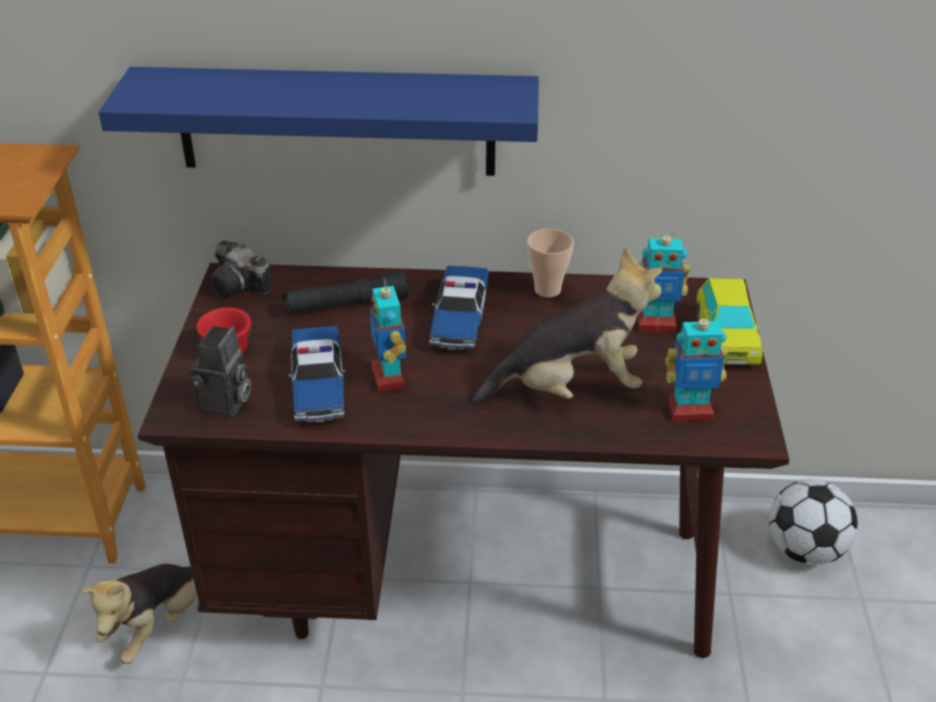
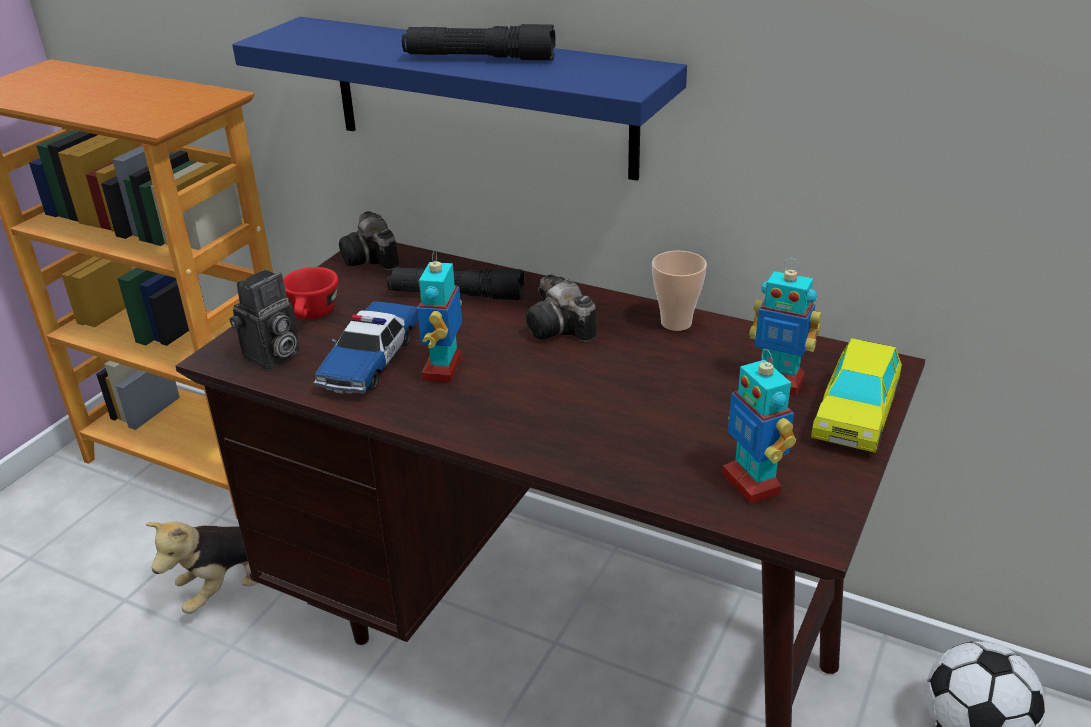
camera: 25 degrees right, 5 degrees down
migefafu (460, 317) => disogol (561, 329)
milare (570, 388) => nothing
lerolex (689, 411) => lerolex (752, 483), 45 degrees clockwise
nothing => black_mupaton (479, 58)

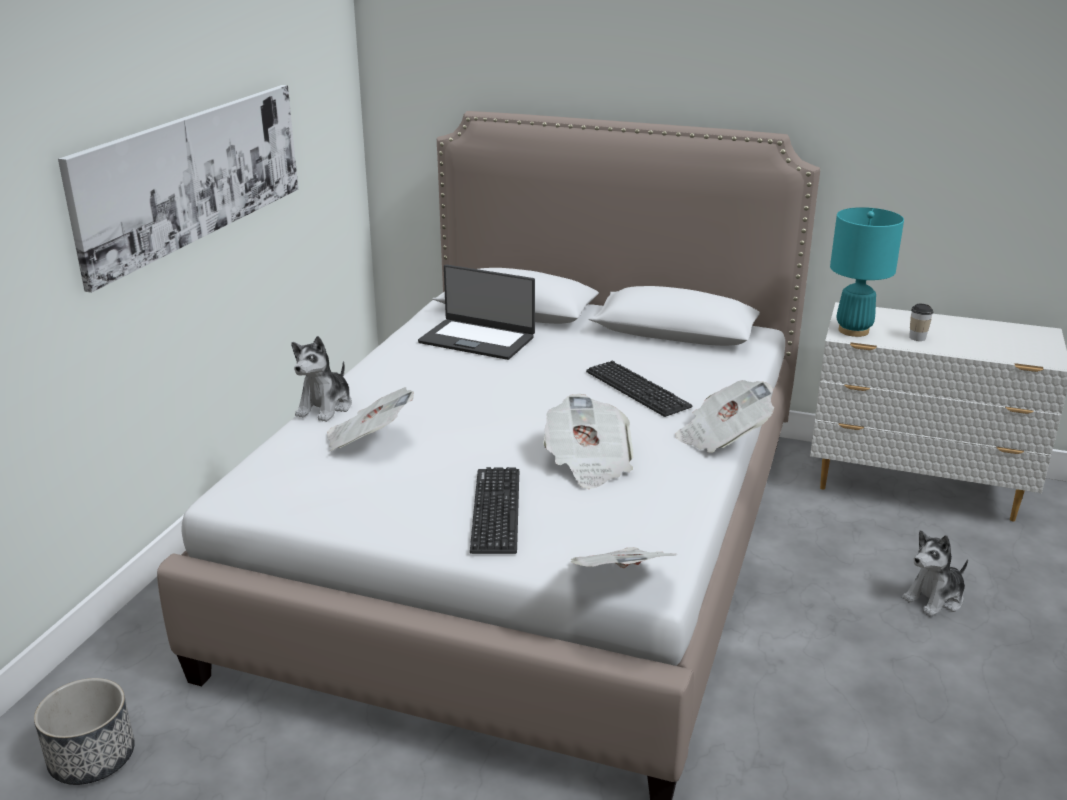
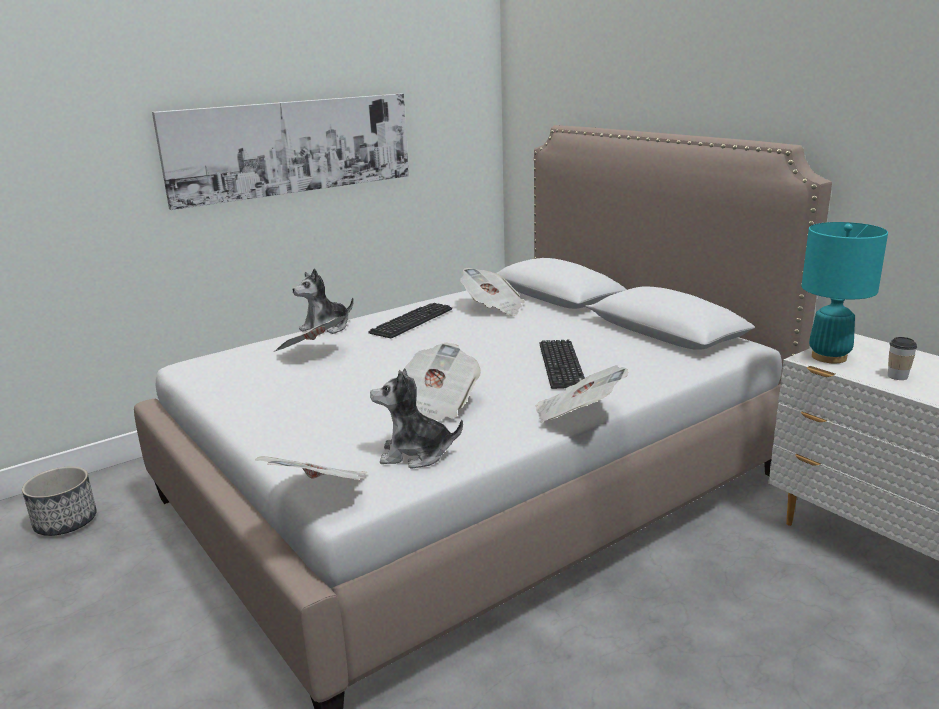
camera: 35 degrees right, 5 degrees down
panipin (477, 339) => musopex (493, 308)
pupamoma (496, 510) => pupamoma (412, 321), relocated
milare (935, 598) => milare (415, 454), relocated

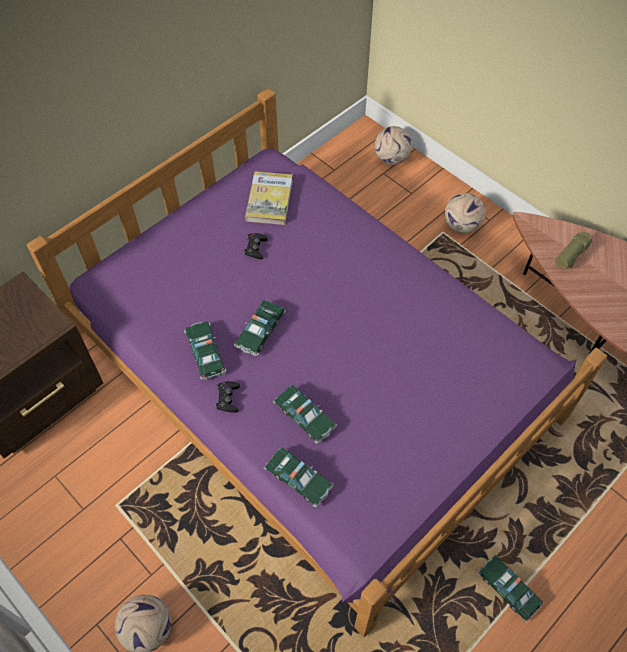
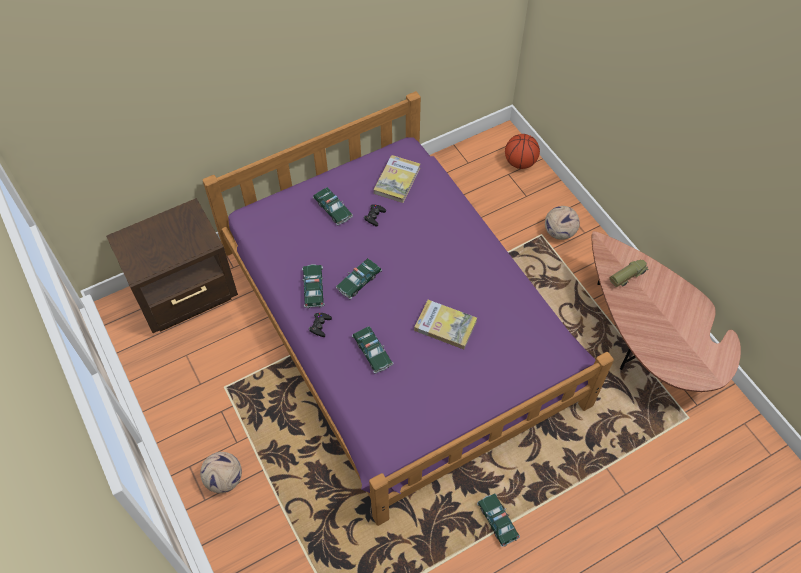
camera: 15 degrees right, 0 degrees up
migefafu (298, 479) => migefafu (333, 209), relocated
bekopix (392, 158) => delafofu (520, 162)
nothing => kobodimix (445, 326)

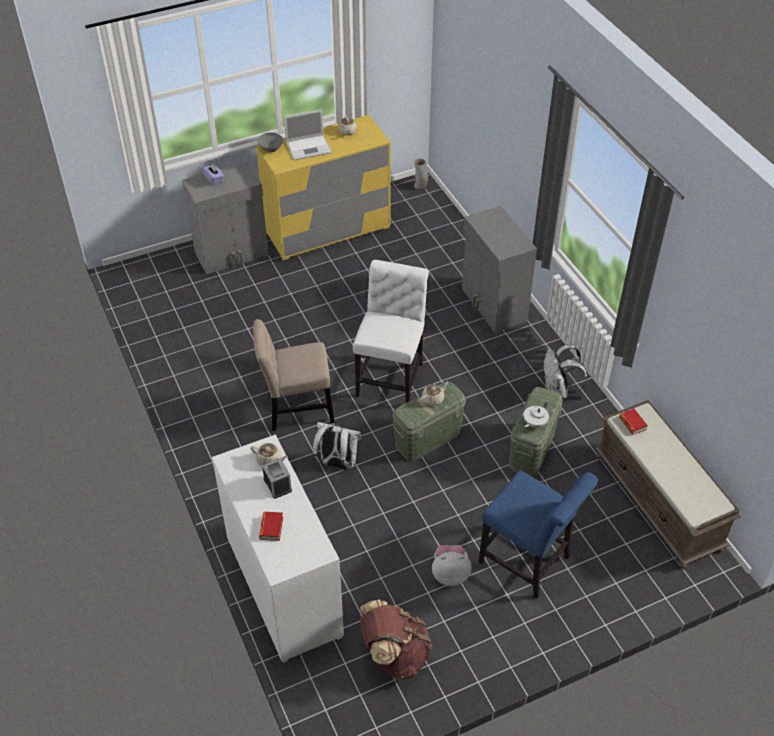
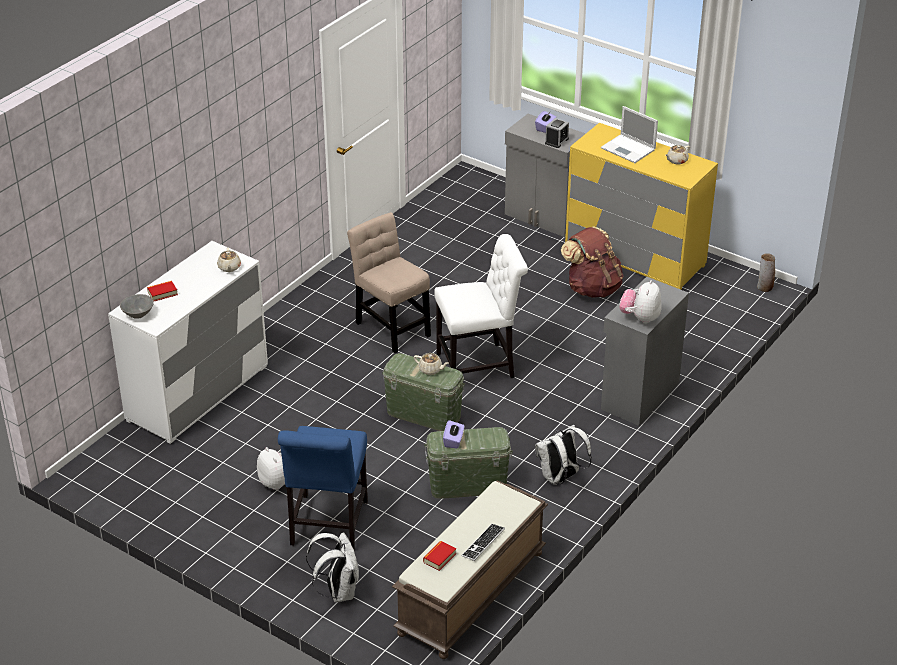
camera: 60 degrees right, 10 degrees down
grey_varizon (271, 149) => grey_varizon (138, 314), relocated
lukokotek (277, 485) => lukokotek (556, 141), relocated
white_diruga (337, 463) => white_diruga (338, 591), relocated
brown_diruga (394, 655) => brown_diruga (592, 288), relocated
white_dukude (534, 423) => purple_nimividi (453, 441)
kobodimix (632, 423) => kobodimix (439, 558), relocated
nothing => pupamoma (483, 543)
nothing => milare (640, 318)

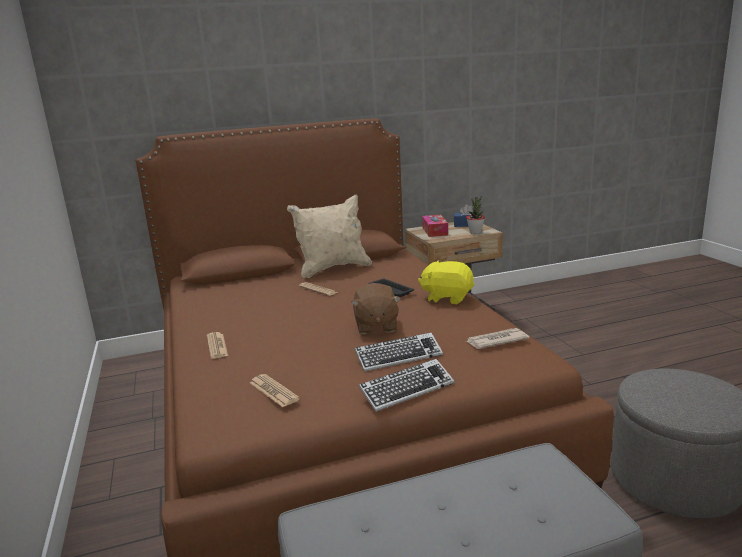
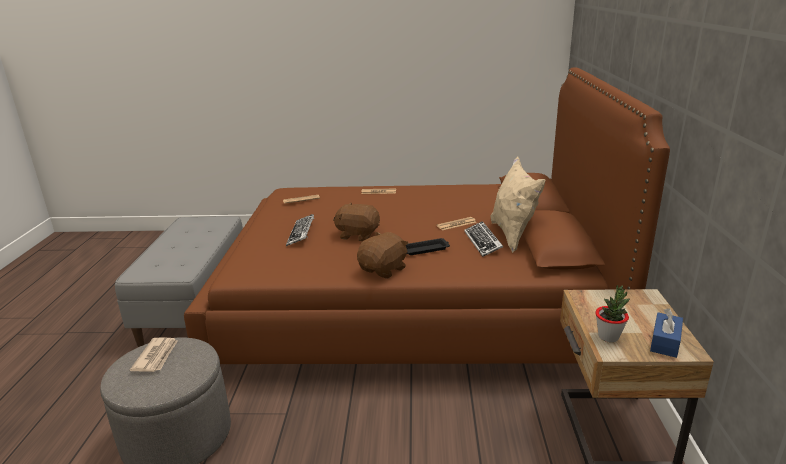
camera: 110 degrees right, 5 degrees up
pupamoma (407, 390) => pupamoma (483, 242), relocated
yellow_milare (447, 297) => brown_milare (384, 269)
nimividi (435, 231) => nothing
musopex (496, 341) => musopex (156, 356), relocated

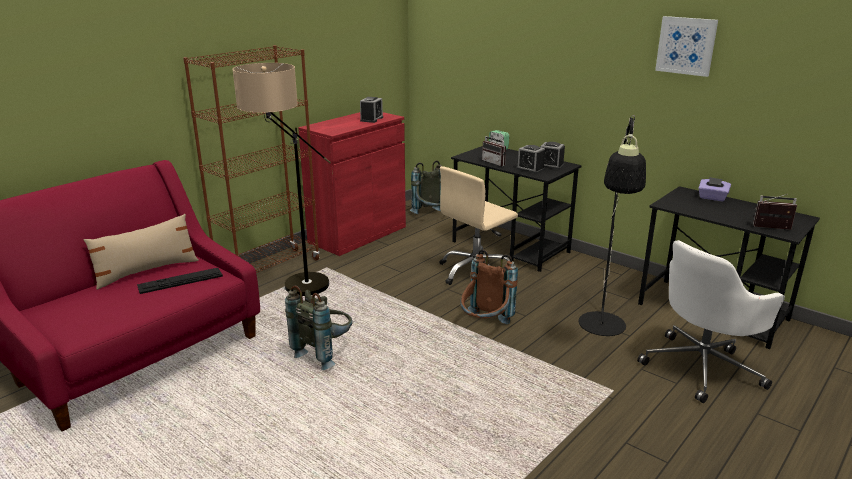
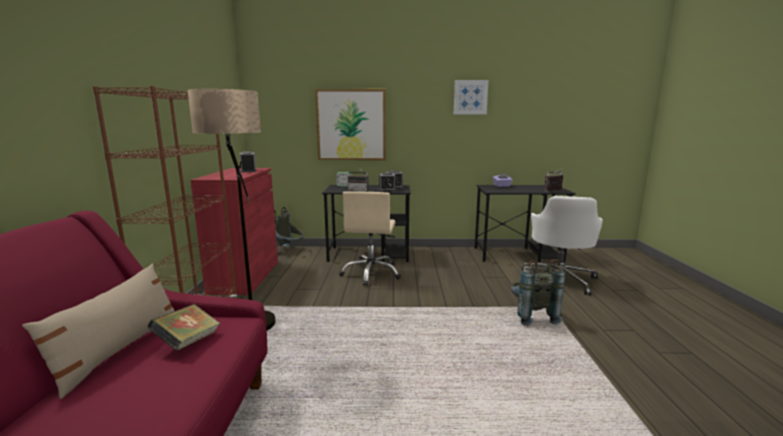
camera: 40 degrees left, 10 degrees down
pupamoma (180, 280) => kobodimix (188, 342)
grey_diruga (324, 353) => grey_diruga (531, 315), relocated
brown_diruga (485, 326) => nothing
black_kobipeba (602, 330) => nothing
nothing => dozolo (351, 125)

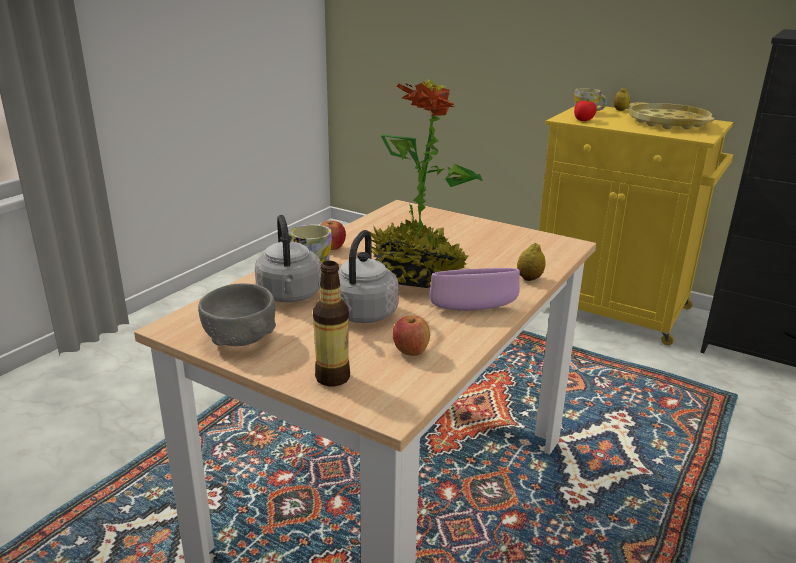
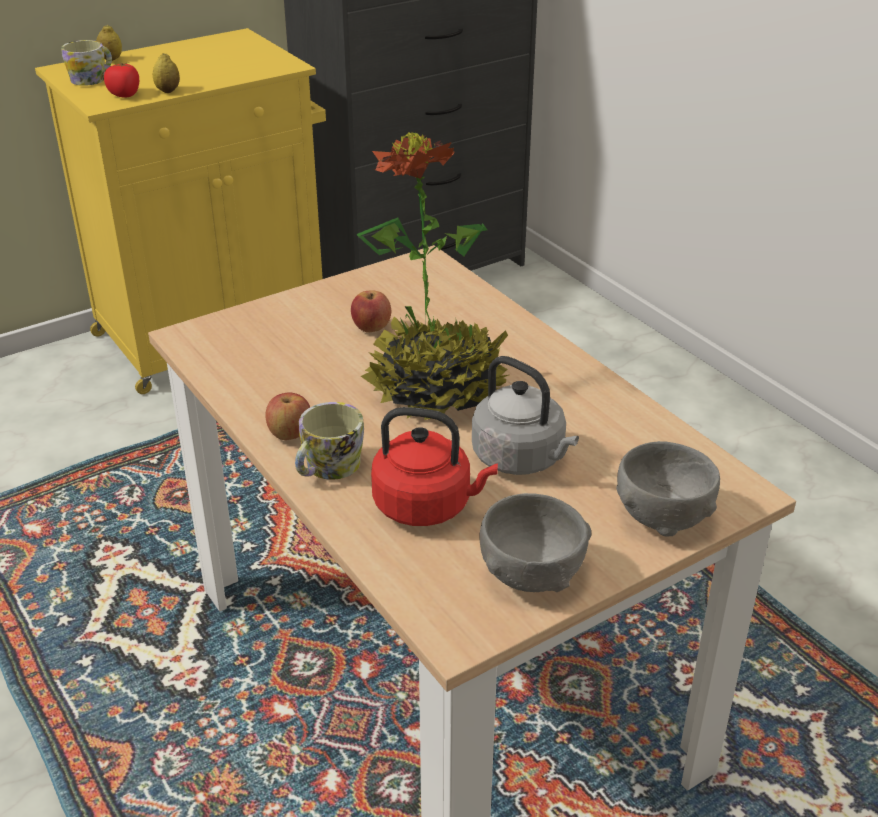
camera: 65 degrees left, 10 degrees up
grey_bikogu (290, 296) => red_bikogu (427, 506)
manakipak (332, 377) => grey_varizon (662, 516)
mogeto (410, 352) => mogeto (371, 328), relocated
purple_varizon (473, 308) => nothing
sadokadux (529, 278) => sadokadux (168, 91), relocated
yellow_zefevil (668, 123) => nothing

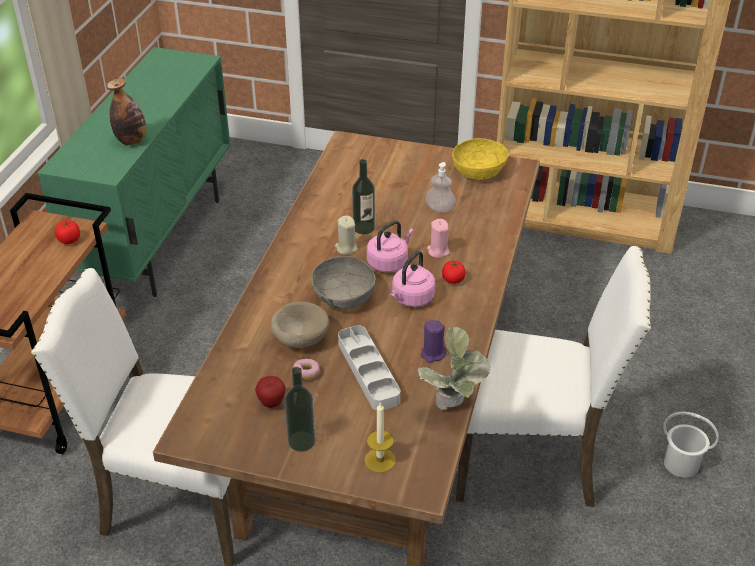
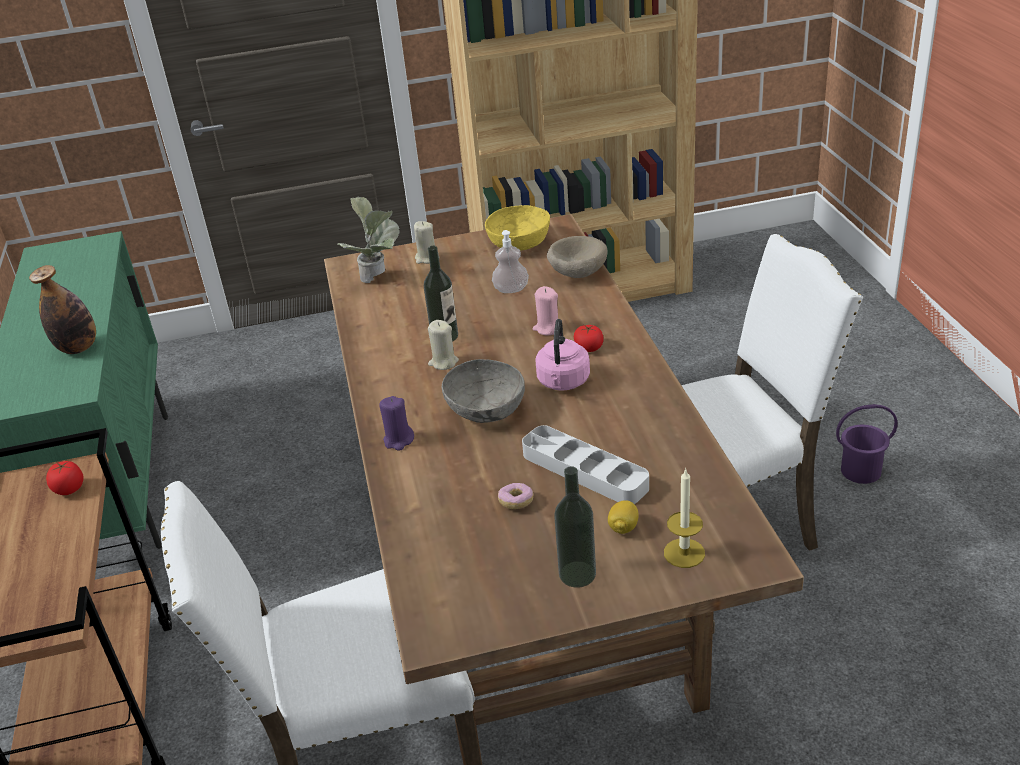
camera: 25 degrees left, 5 degrees down
mogeto (271, 403) => nothing
beige_varizon (299, 338) => beige_varizon (577, 273), relocated
pink_bikogu (389, 262) => nothing
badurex (453, 408) => badurex (378, 279), relocated
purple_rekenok (433, 354) => purple_rekenok (398, 440), relocated
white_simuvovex (681, 463) => purple_simuvovex (860, 470)
nothing => beige_rekenok (427, 258)
nothing => sadokadux (623, 528)

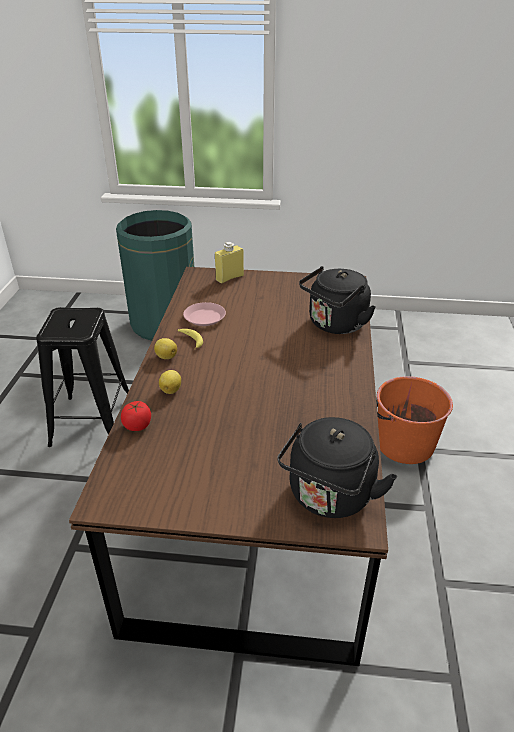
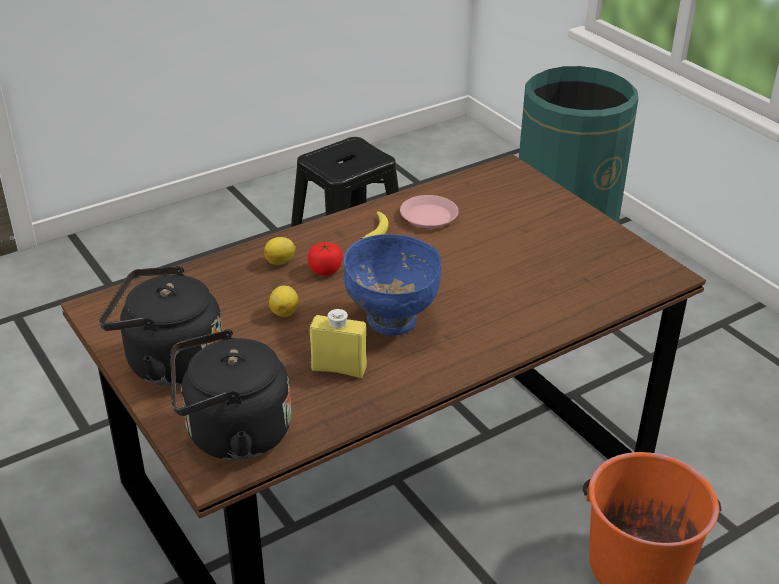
camera: 50 degrees right, 0 degrees up
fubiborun (137, 425) => fubiborun (325, 270), relocated
sadokadux (166, 356) => sadokadux (285, 312), relocated
yellow_manakipak (229, 278) => yellow_manakipak (339, 368), relocated
black_bikogu (335, 325) => black_bikogu (169, 363), relocated
nothing => blue_varizon (391, 321)

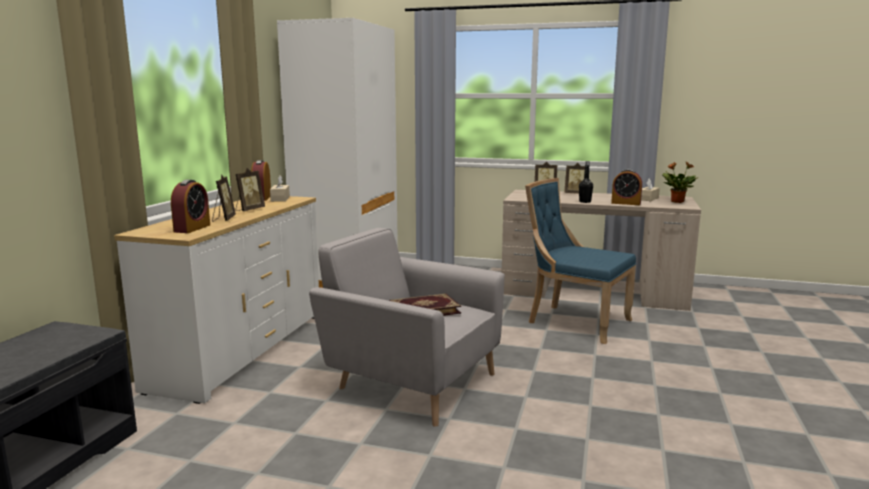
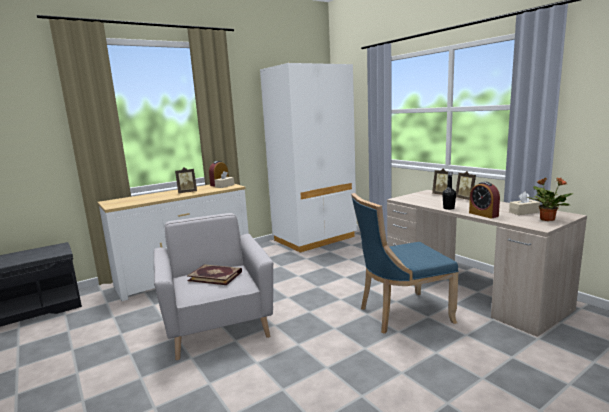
camera: 40 degrees right, 0 degrees up
lukokotek (192, 228) => nothing
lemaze (223, 219) => nothing
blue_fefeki (574, 322) => blue_fefeki (401, 314), 90 degrees counterclockwise

